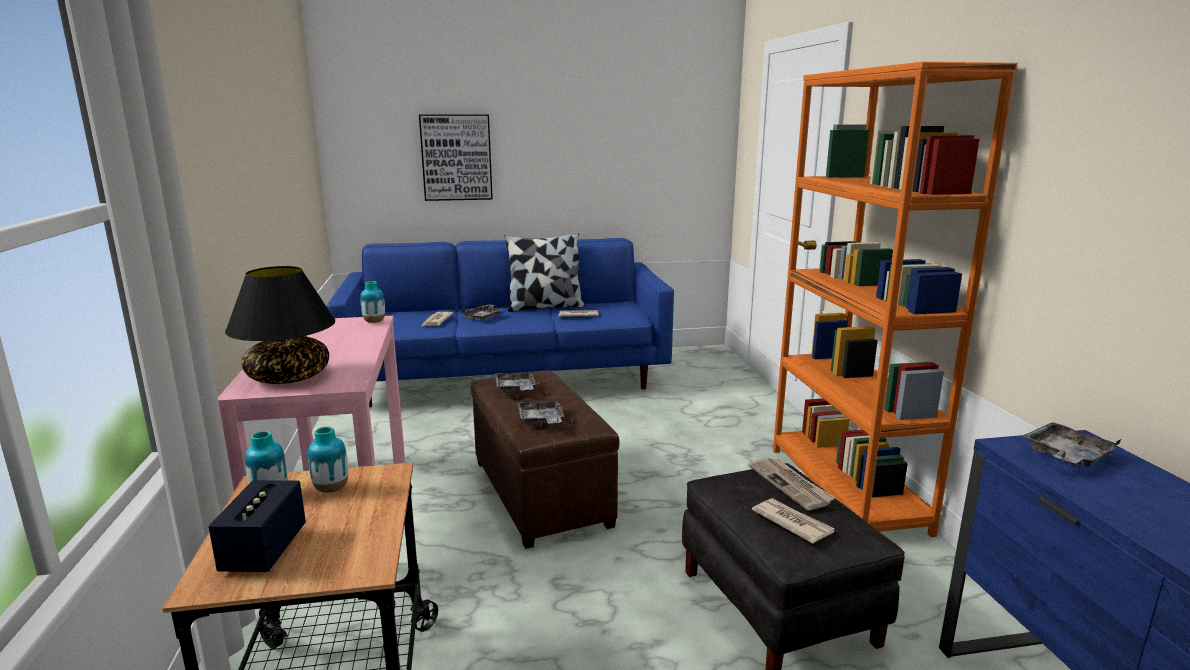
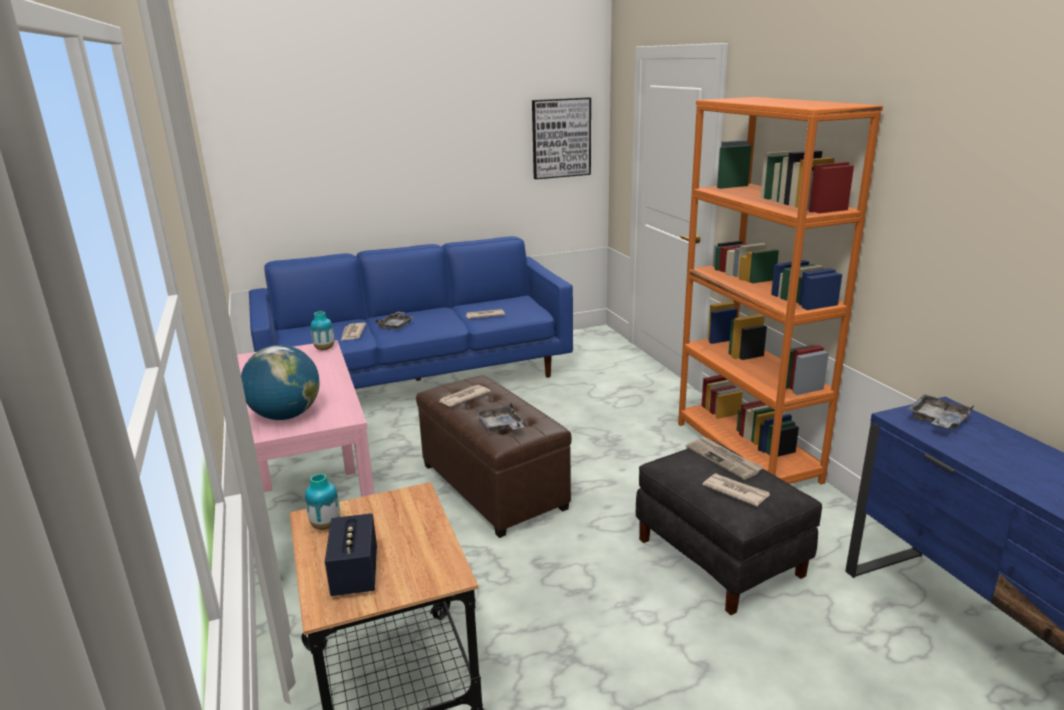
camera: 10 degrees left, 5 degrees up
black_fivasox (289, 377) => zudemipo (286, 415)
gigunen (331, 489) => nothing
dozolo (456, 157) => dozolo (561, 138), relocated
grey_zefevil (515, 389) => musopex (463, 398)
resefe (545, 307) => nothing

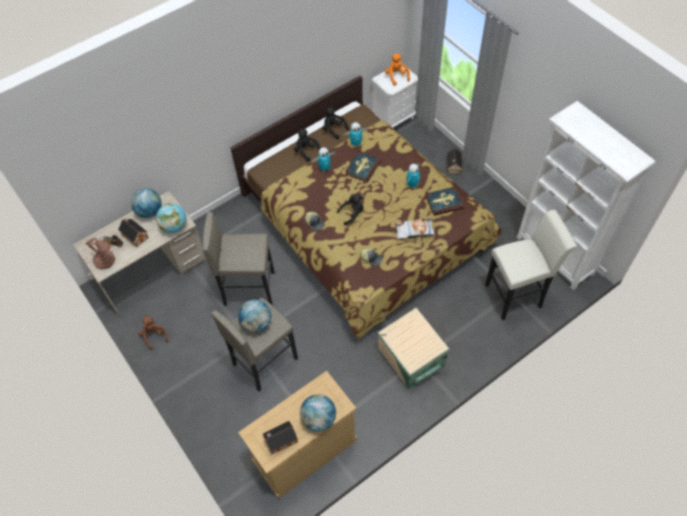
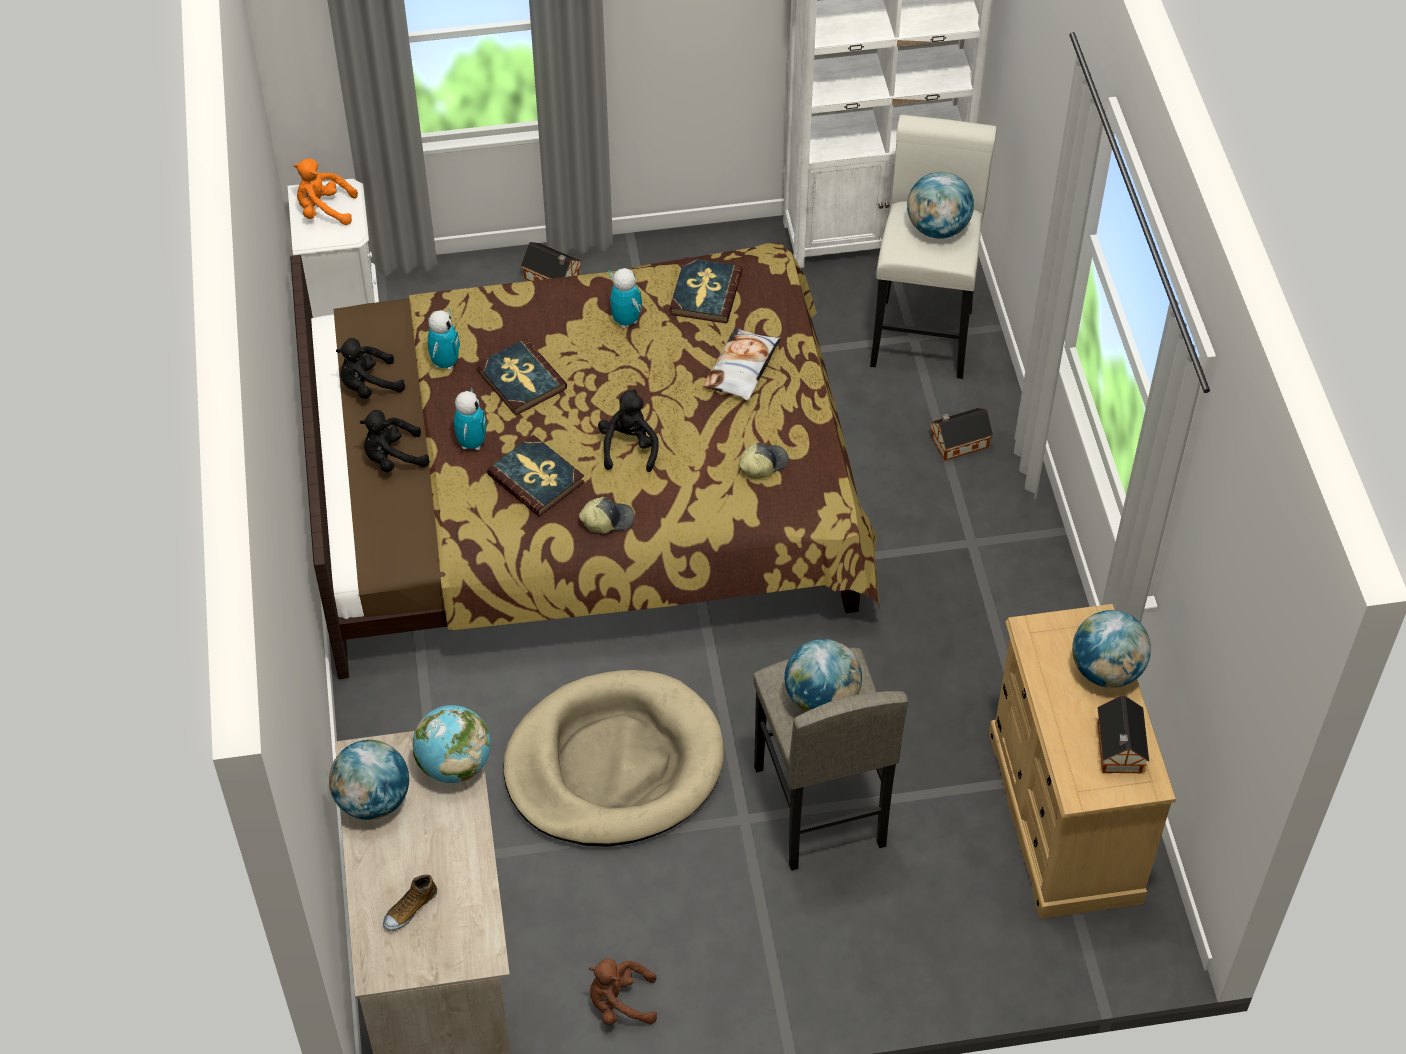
camera: 65 degrees left, 5 degrees down
brown_fivasox (106, 261) => nothing
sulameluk (135, 235) => sulameluk (957, 442), relocated
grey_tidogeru (249, 288) => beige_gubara (614, 764)
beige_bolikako (410, 358) => nothing
nothing => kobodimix (536, 478)
nothing => zudemipo (937, 228)

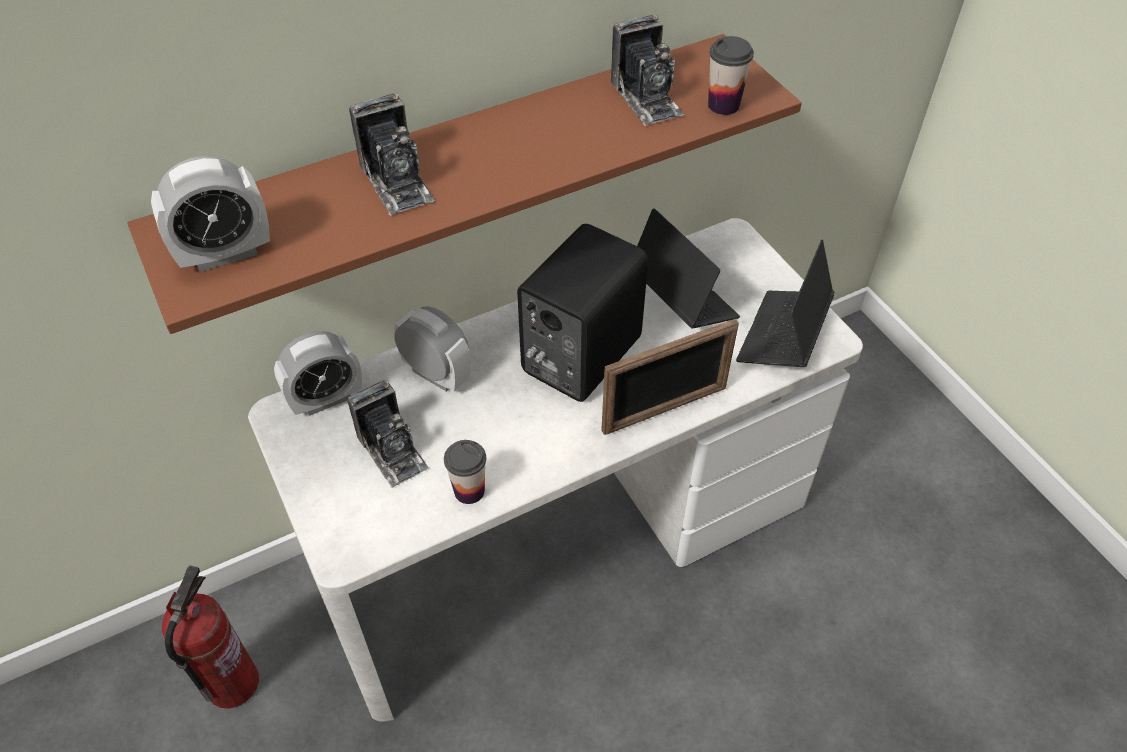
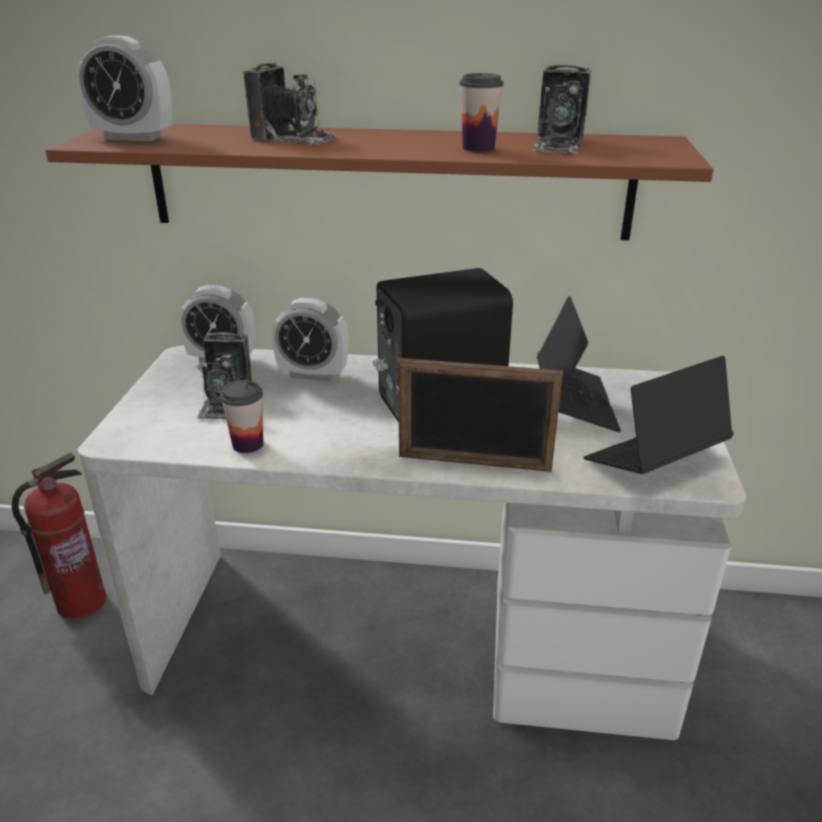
camera: 35 degrees right, 20 degrees down
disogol (397, 182) => disogol (294, 138), 75 degrees counterclockwise
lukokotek (436, 374) => lukokotek (313, 374), 120 degrees clockwise
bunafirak (723, 105) => bunafirak (478, 148), relocated

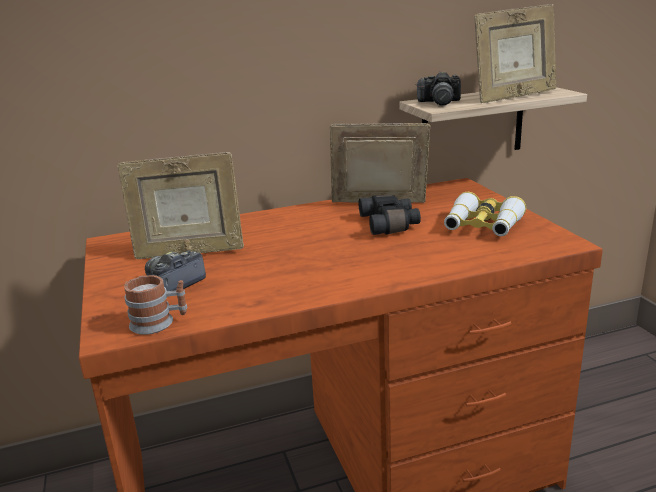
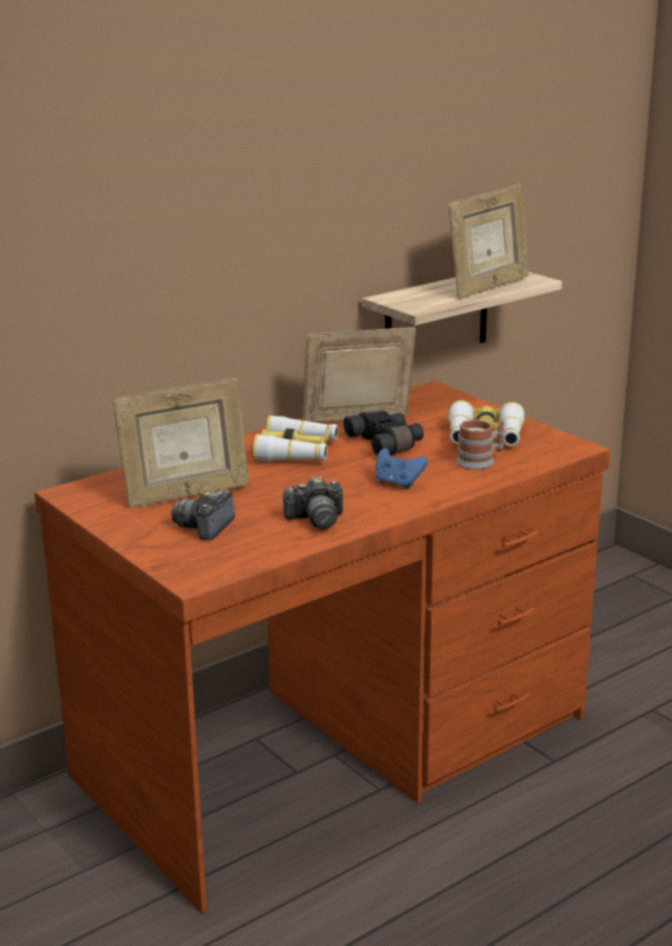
camera: 20 degrees left, 0 degrees up
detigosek (159, 323) => detigosek (480, 461), relocated
disogol (439, 102) => disogol (316, 519), relocated
nothing => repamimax (296, 452)
nothing => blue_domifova (398, 483)

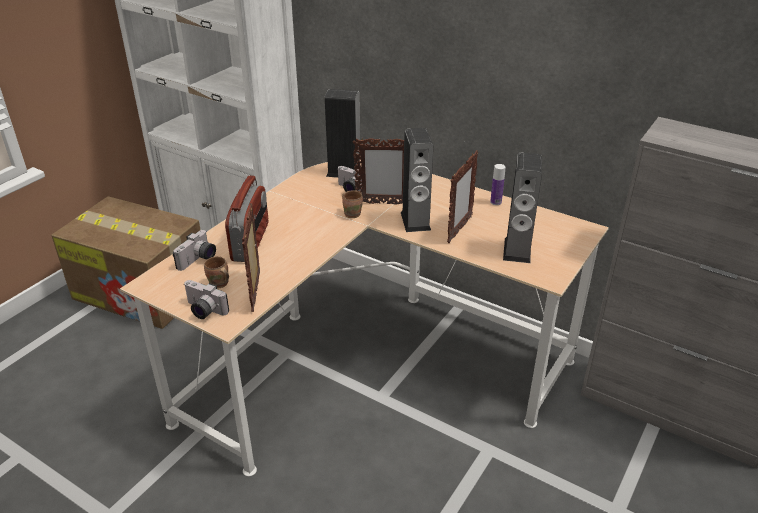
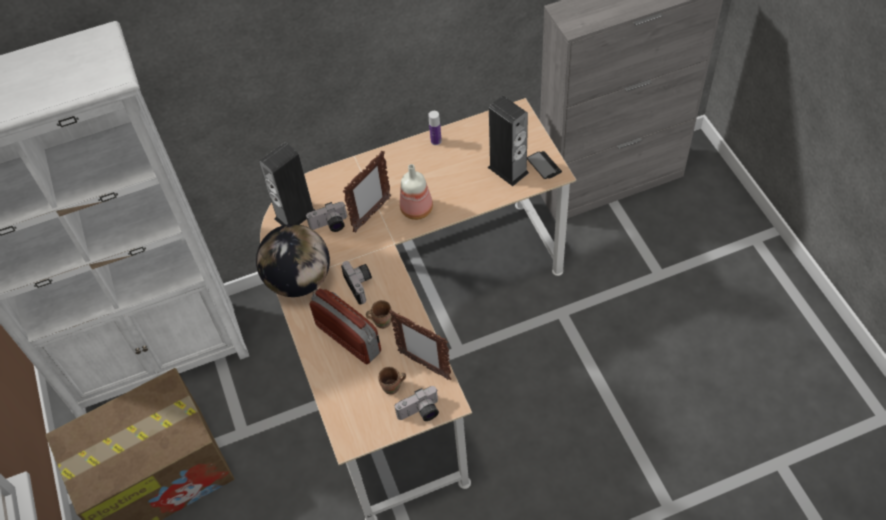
camera: 50 degrees left, 20 degrees up
disogol (198, 260) => disogol (361, 285), relocated
brown_detigosek (352, 213) => brown_detigosek (381, 321), relocated
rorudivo (415, 221) => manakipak (416, 208)
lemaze (459, 230) => nothing
nothing => zudemipo (299, 280)
nothing => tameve (544, 166)

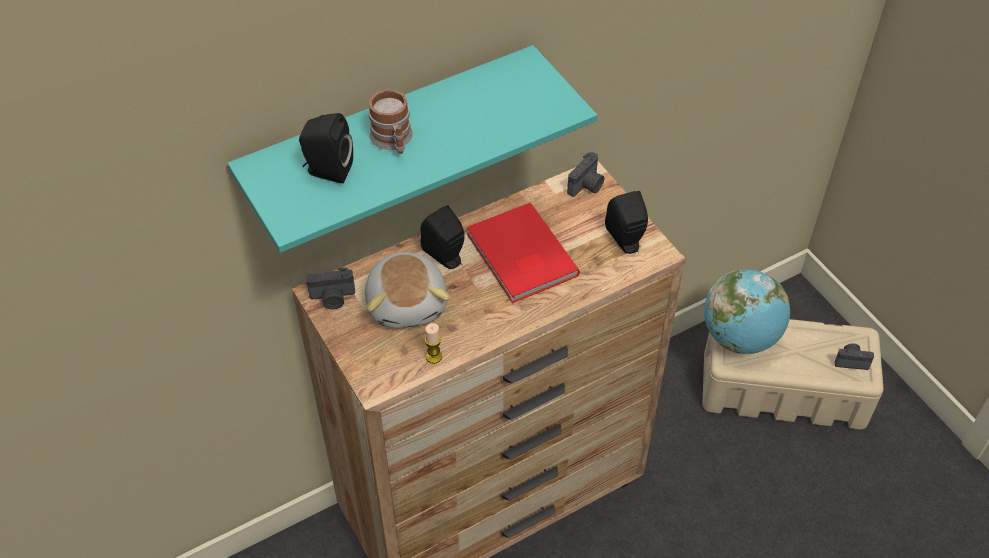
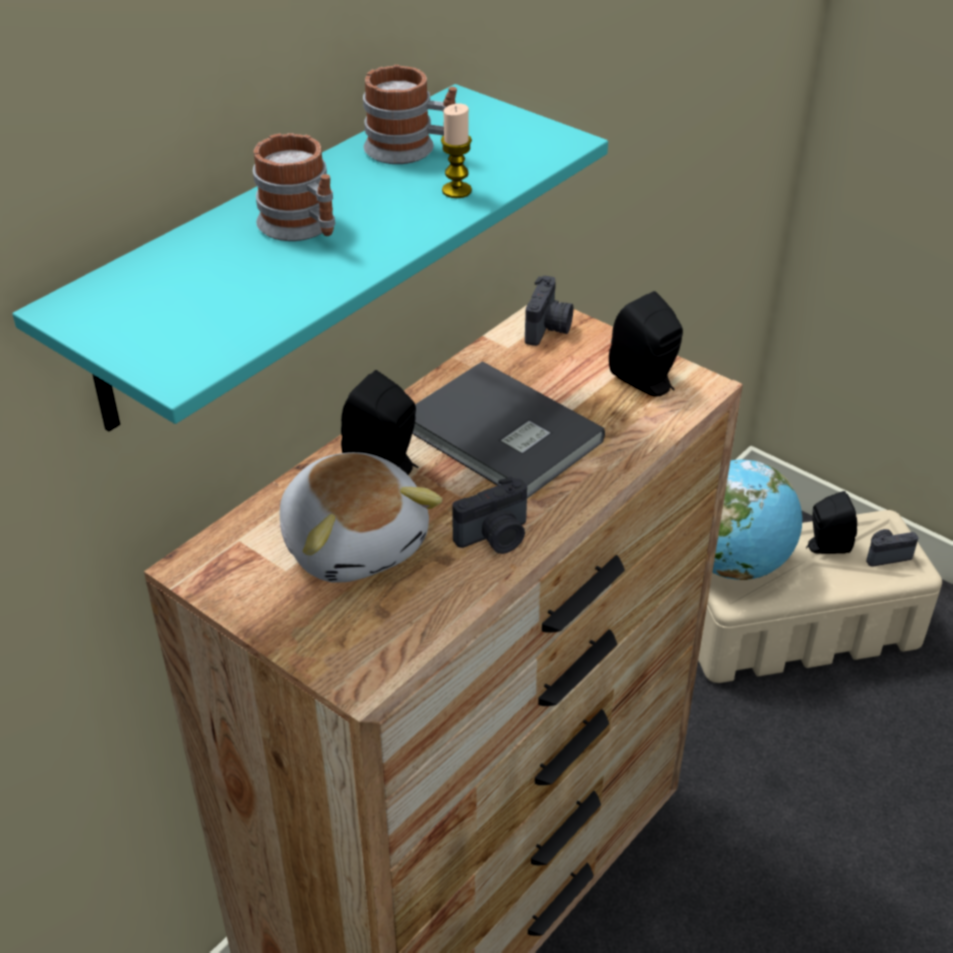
camera: 20 degrees left, 10 degrees down
black_rorudivo (327, 171) => black_rorudivo (825, 546), relocated
disogol (333, 298) => disogol (495, 538), relocated
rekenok (434, 356) => rekenok (456, 191), relocated
red_kobodimix (520, 257) => grey_kobodimix (501, 437)
nothing => detigosek (411, 150)

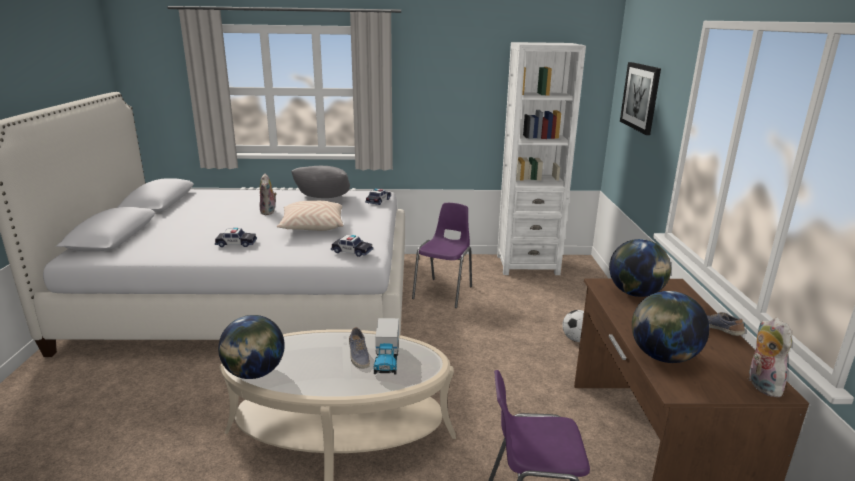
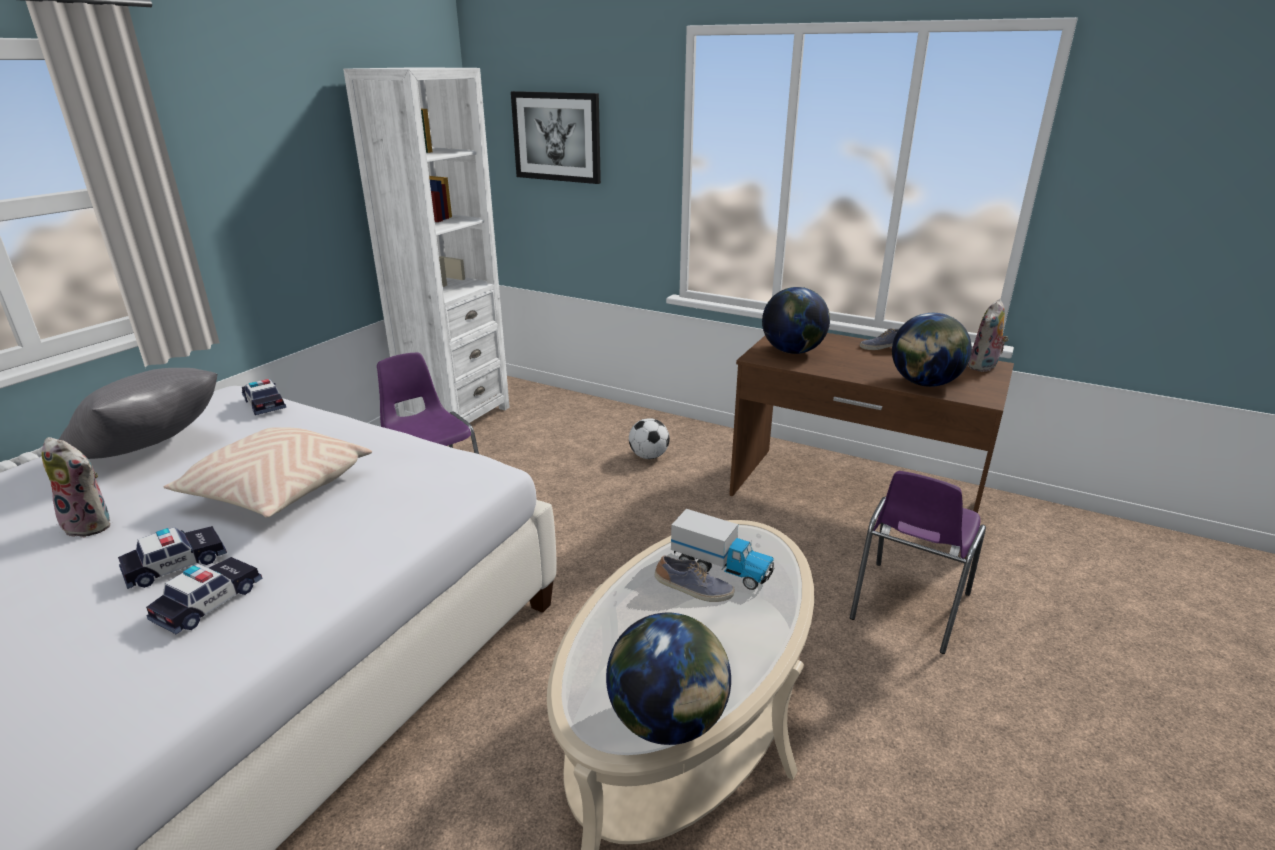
camera: 60 degrees left, 5 degrees up
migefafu (352, 251) => migefafu (176, 564), relocated
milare (760, 385) => milare (984, 367), 75 degrees counterclockwise

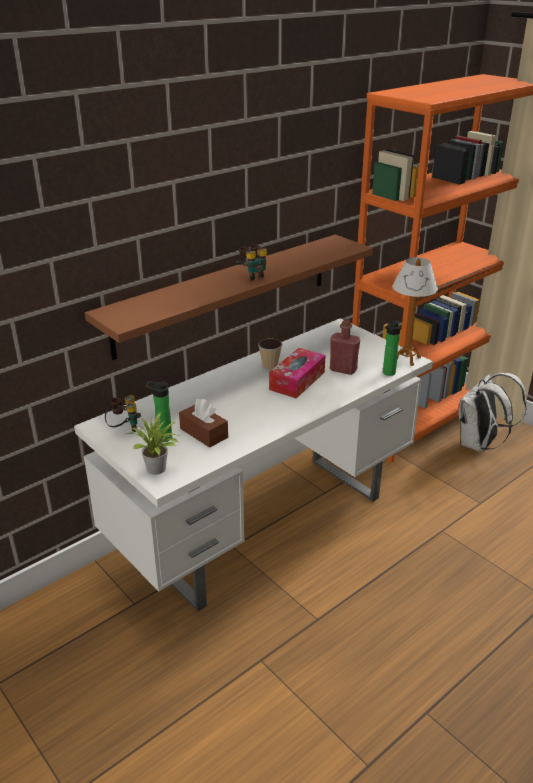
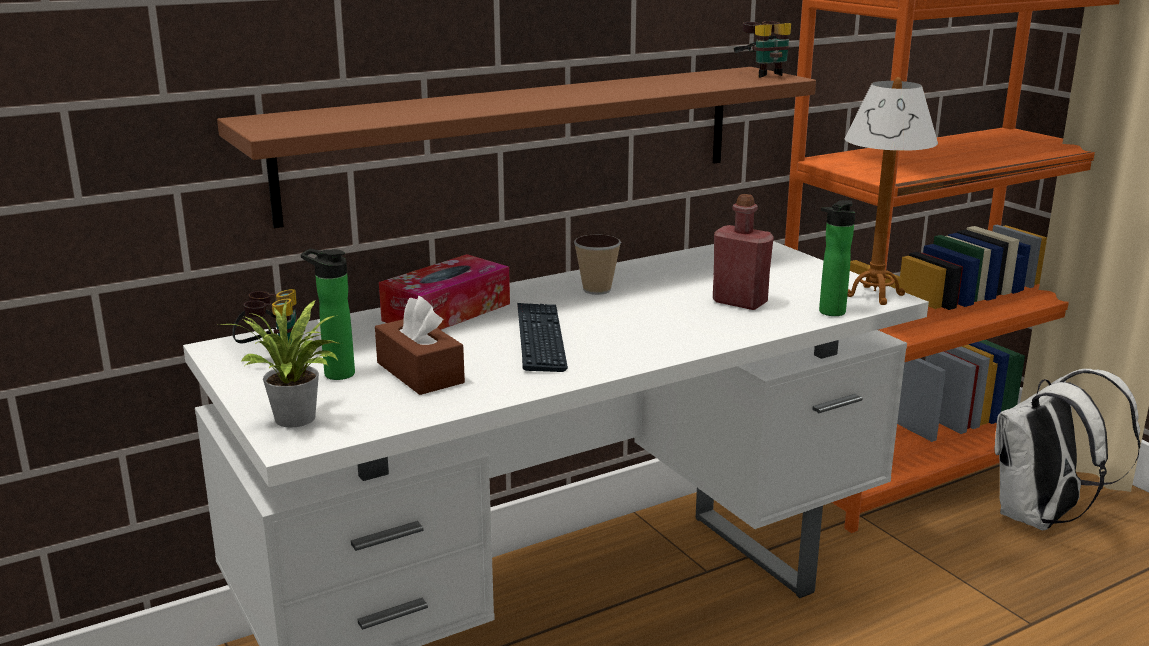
camera: 10 degrees right, 10 degrees down
repamimax (252, 276) => repamimax (762, 74), relocated
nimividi (297, 381) => nimividi (446, 312), relocated
nothing => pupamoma (540, 338)

